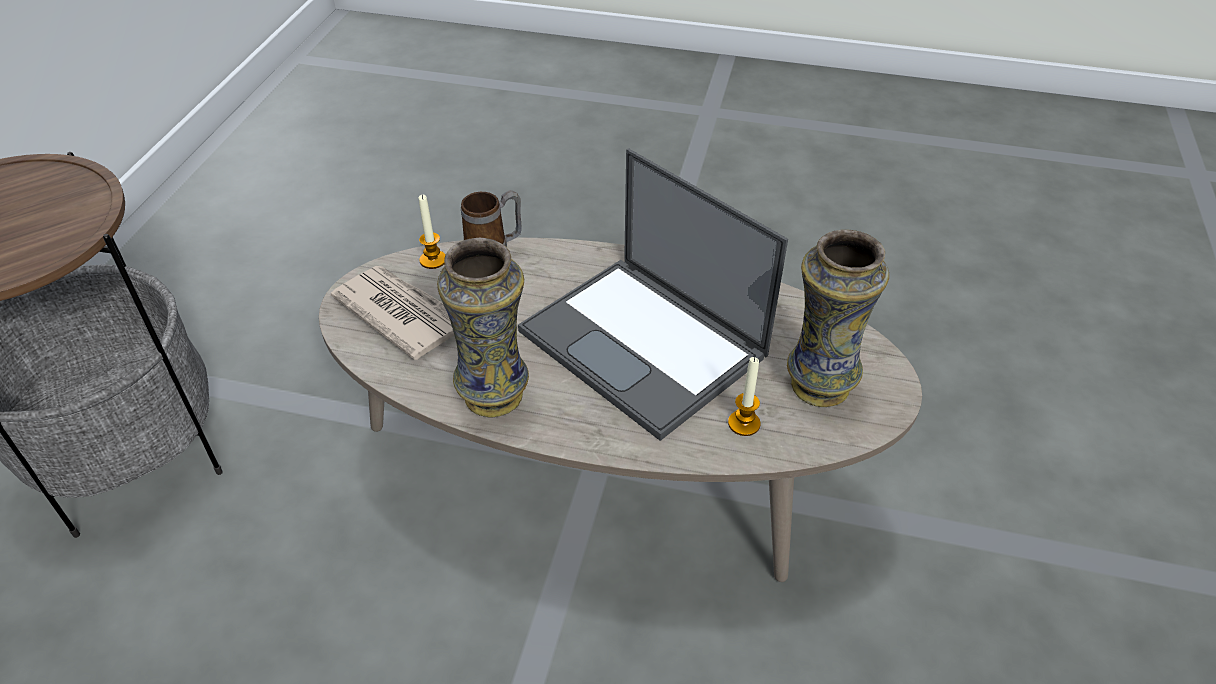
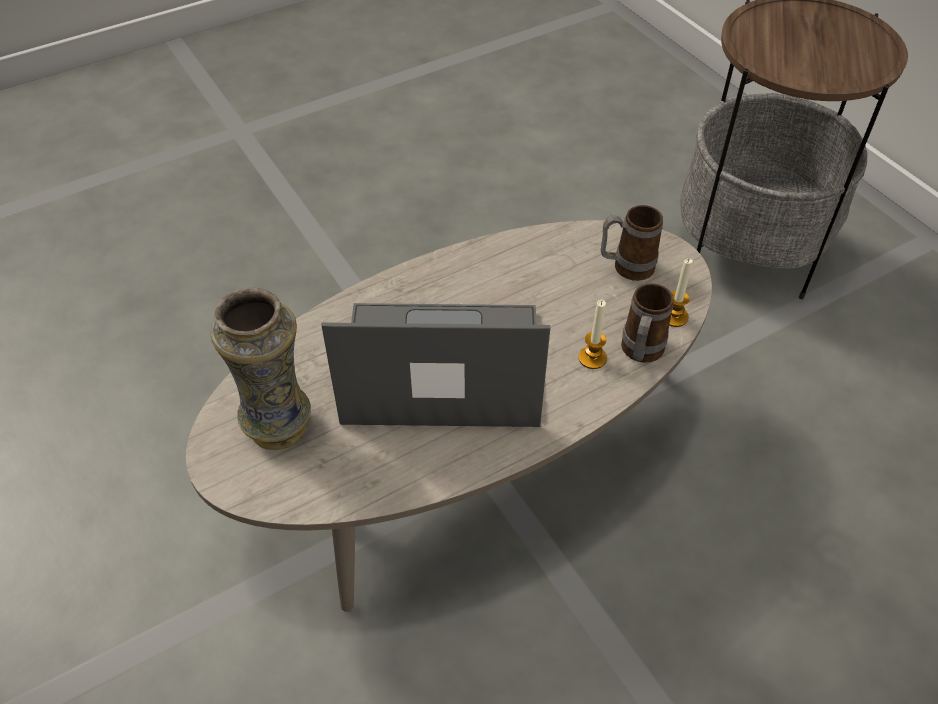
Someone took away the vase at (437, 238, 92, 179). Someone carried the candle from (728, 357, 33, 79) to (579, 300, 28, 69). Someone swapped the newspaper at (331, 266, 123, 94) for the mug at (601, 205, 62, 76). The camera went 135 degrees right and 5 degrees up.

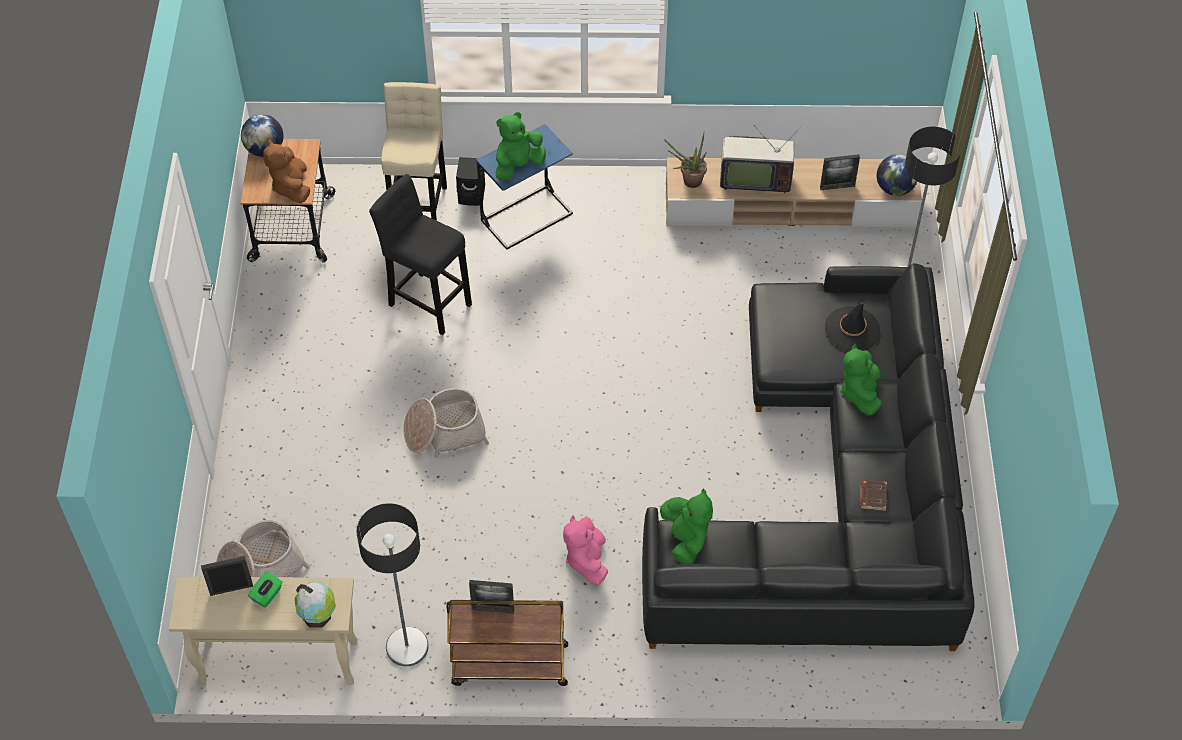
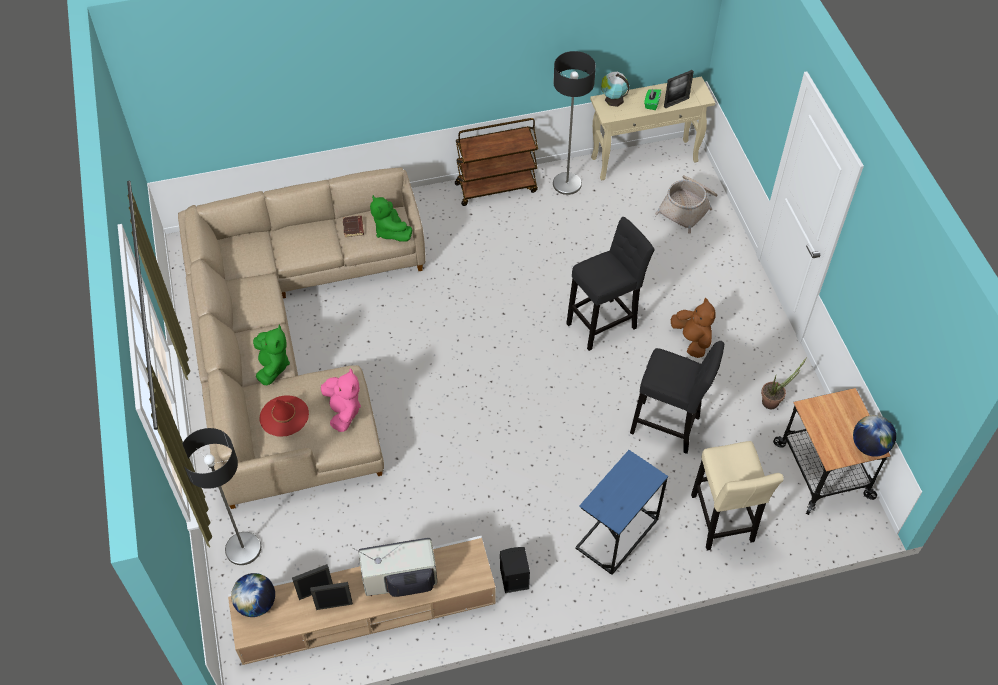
Someone took away the plush toy (green) at (496, 112, 50, 68). Someone carried the plush toy (brown) from (263, 139, 47, 64) to (671, 298, 45, 60). Someone carried the speaker (black) from (456, 157, 29, 49) to (500, 547, 30, 46). Someone carried the picture frame from (469, 580, 45, 33) to (310, 582, 43, 28). Someone carried the plush toy (pink) from (563, 515, 45, 70) to (321, 368, 40, 64). Someone carried the potted plant from (664, 133, 43, 55) to (761, 357, 46, 52). Someone carried the book (brown) from (860, 480, 27, 31) to (343, 216, 21, 21). Someone swapped the basket at (404, 388, 85, 70) for the stool (black) at (566, 217, 89, 134). Someone repainted the sofa (black) at (642, 263, 333, 388), which became the sofa (beige) at (178, 167, 248, 342). Someone repainted the hat (black) at (825, 302, 56, 49), which became the hat (red) at (259, 395, 50, 41). The camera went 165 degrees right and 0 degrees up.

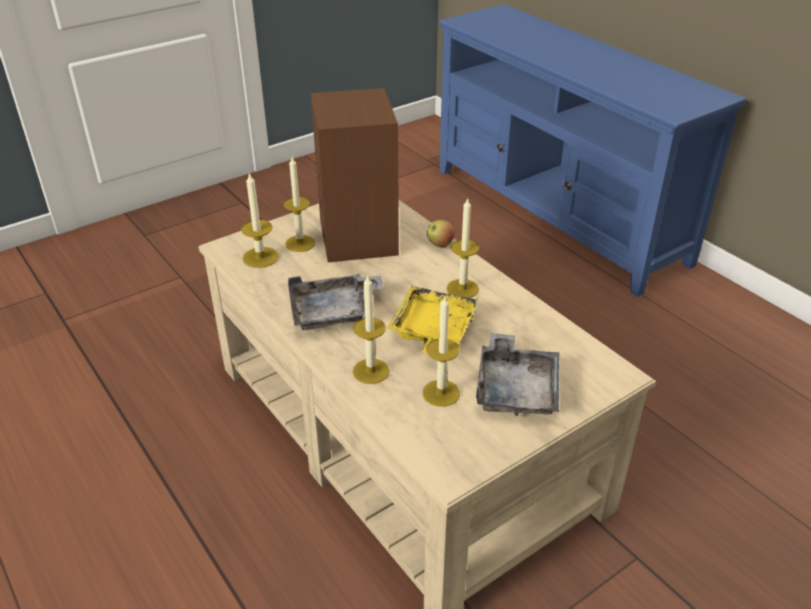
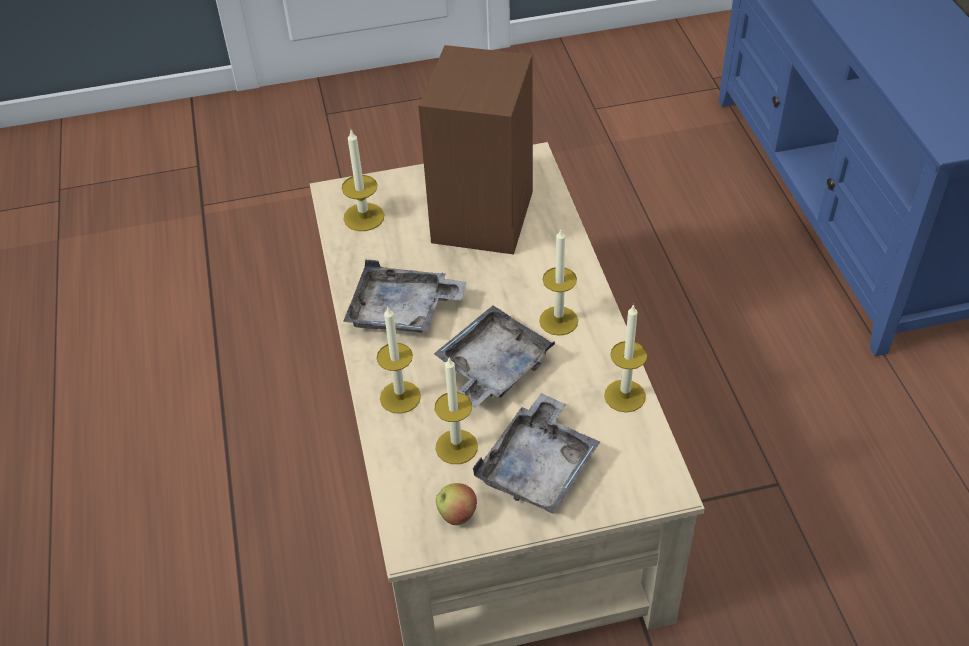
Someone carried the candle from (283, 157, 32, 95) to (604, 304, 43, 109). Someone carried the apple from (427, 220, 28, 27) to (436, 483, 41, 42). Someone repainted the tray (yellow) at (387, 286, 92, 67), which became the tray (grey) at (434, 306, 121, 102). The camera went 25 degrees right and 10 degrees up.

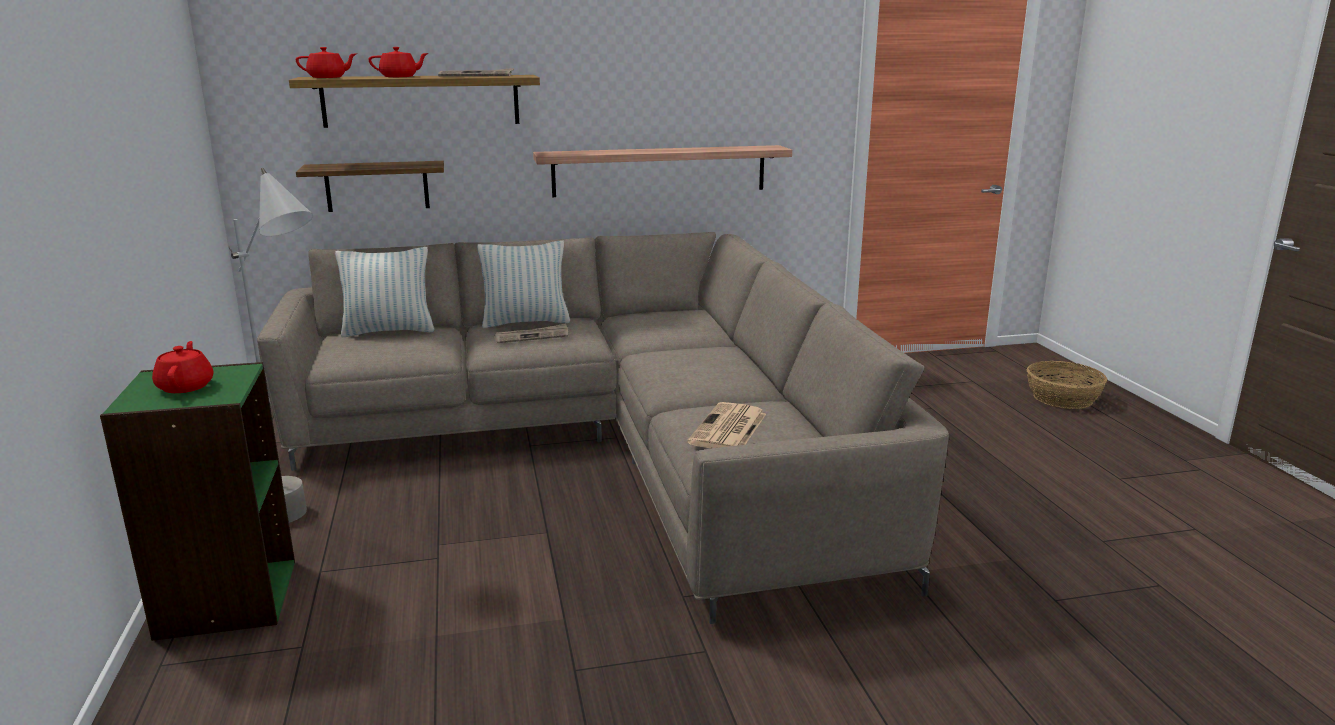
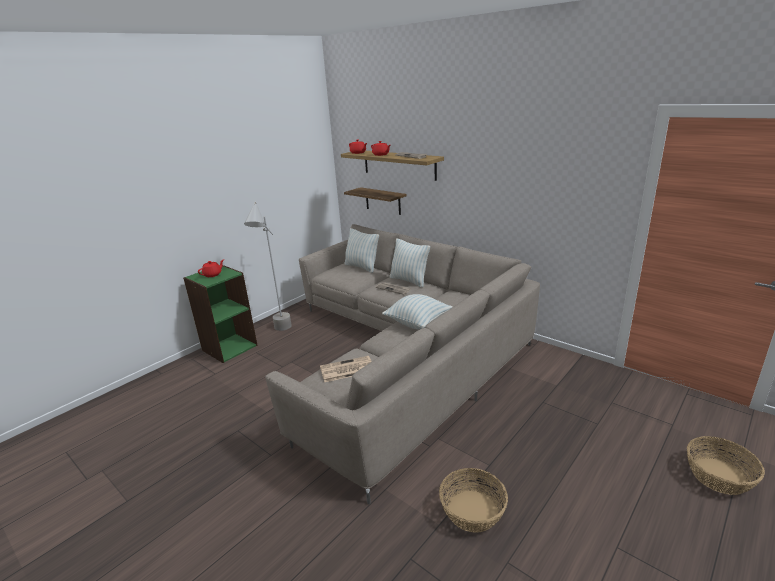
Someone took away the shelf at (533, 145, 259, 52). Someone put down the pillow at (382, 294, 71, 36). Someone put down the basket at (439, 468, 69, 64). The camera went 55 degrees right and 5 degrees up.

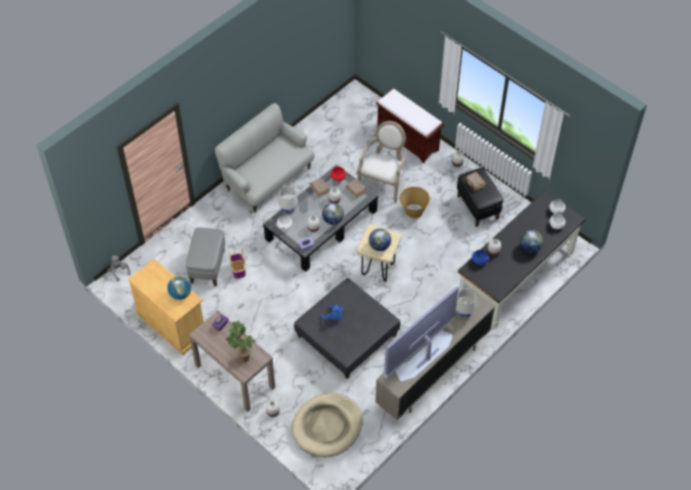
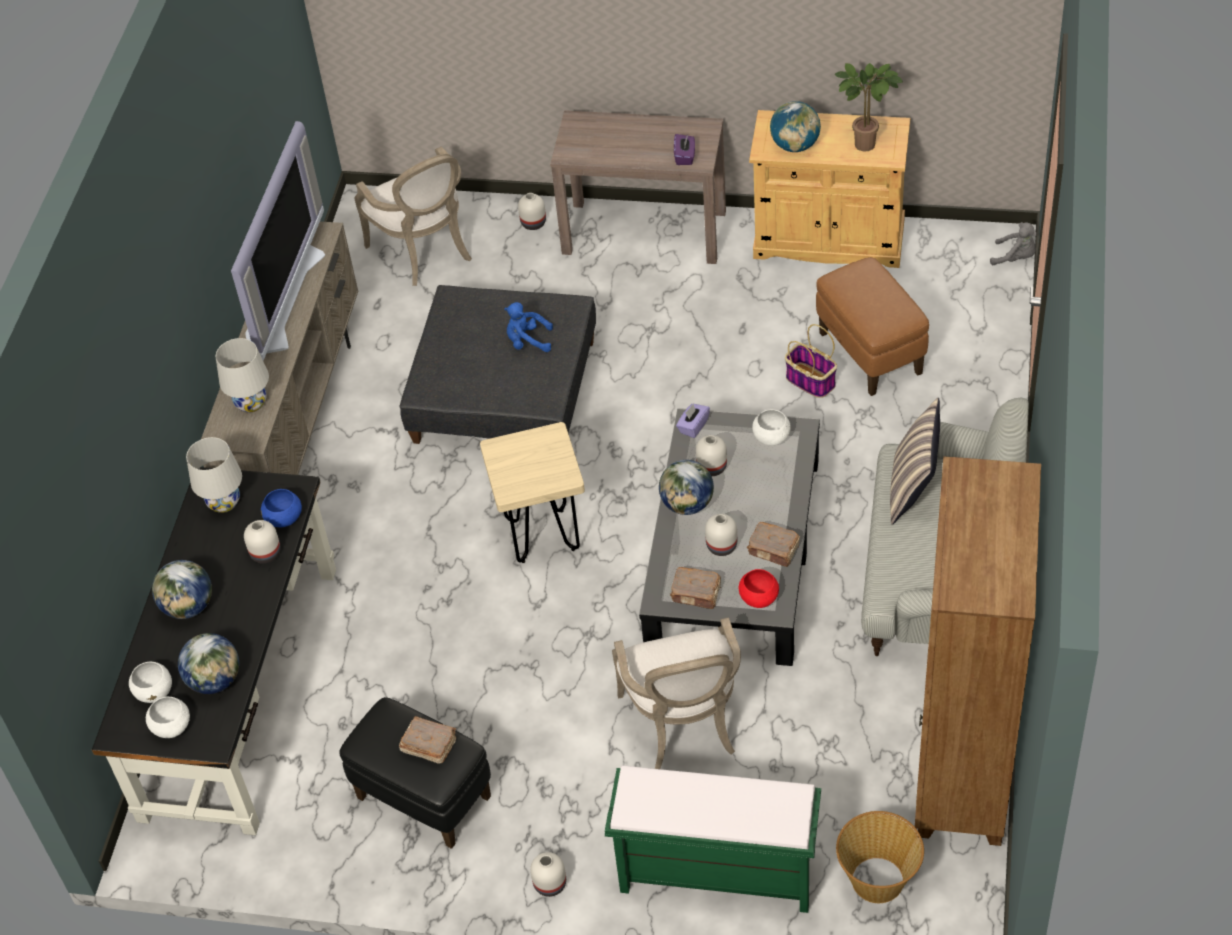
Someone put down the pillow at (890, 398, 50, 127). Someone put down the bookcase (brown) at (915, 456, 126, 390). Someone carried the potted plant from (225, 321, 31, 41) to (835, 63, 68, 88). Someone carried the table lamp (white) from (278, 186, 20, 28) to (186, 437, 56, 76). Someone carried the globe from (369, 228, 22, 23) to (178, 633, 61, 61). Someone carried the basket from (400, 187, 30, 31) to (836, 811, 88, 92). Someone swapped the dog bed (beige) at (292, 393, 71, 64) for the armchair at (354, 146, 118, 140). Someone repainted the ottoman (grey) at (186, 228, 39, 58), which became the ottoman (brown) at (816, 257, 113, 139). Someone repainted the bench (brown) at (376, 88, 68, 75), which became the bench (green) at (605, 765, 216, 148). The camera went 150 degrees right and 5 degrees down.

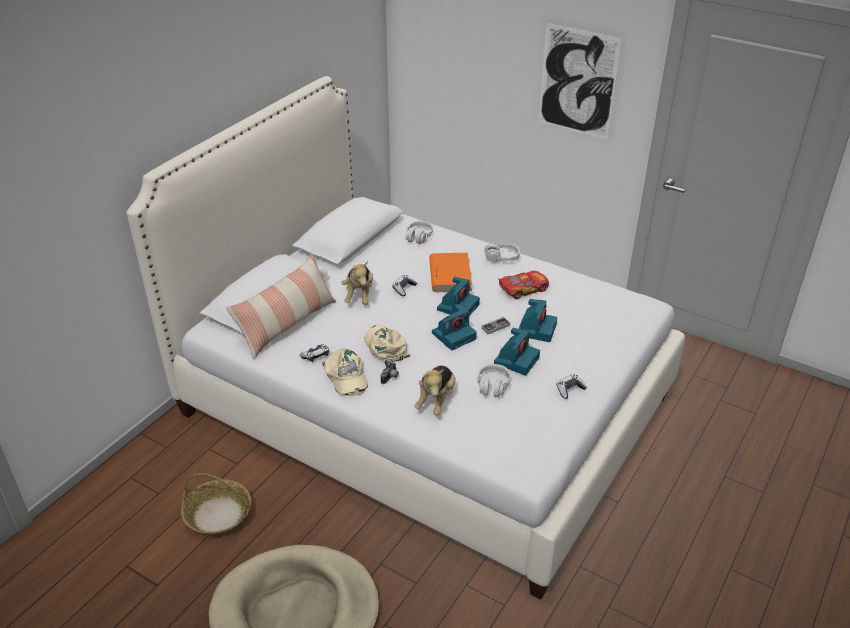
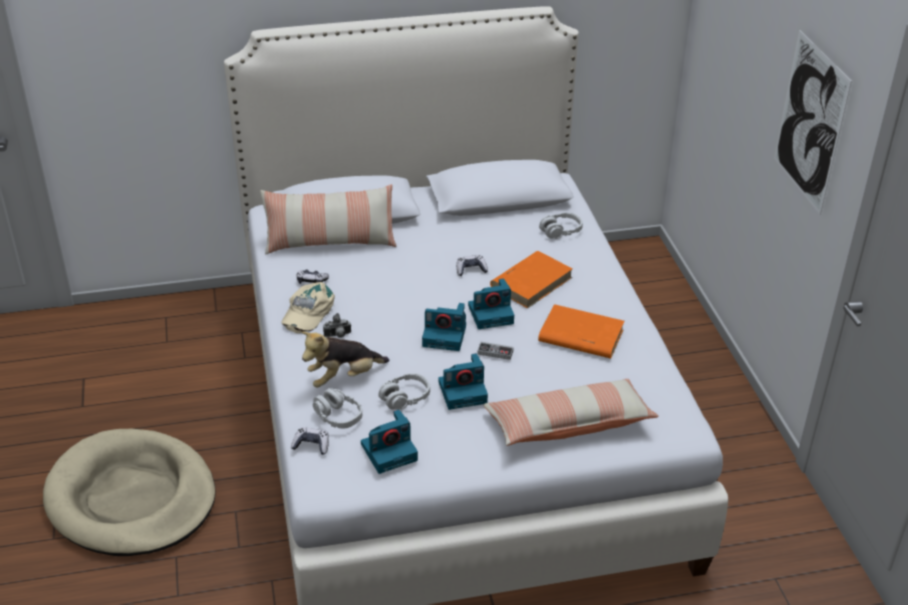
Someone took away the basket at (181, 473, 70, 63). Someone took away the plush toy at (342, 261, 31, 44). Someone took away the cap (beige) at (365, 325, 46, 37). Someone put down the pillow at (483, 379, 176, 67). Someone carried the headphones (grey) from (484, 243, 36, 20) to (313, 388, 49, 40). Someone carried the photo camera from (518, 299, 39, 43) to (361, 410, 57, 64). Someone carried the game controller from (556, 374, 31, 25) to (291, 427, 38, 28). Someone swapped the toy car at (498, 270, 51, 29) for the book (orange) at (538, 304, 86, 55). The camera went 45 degrees right and 0 degrees up.

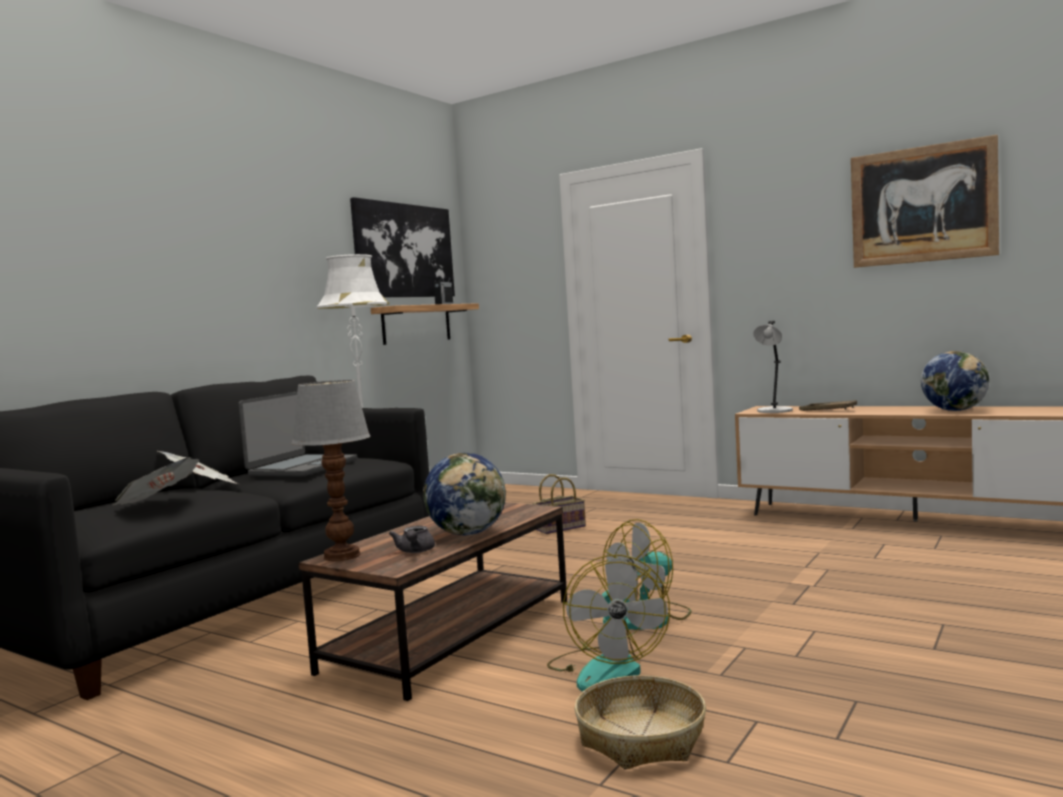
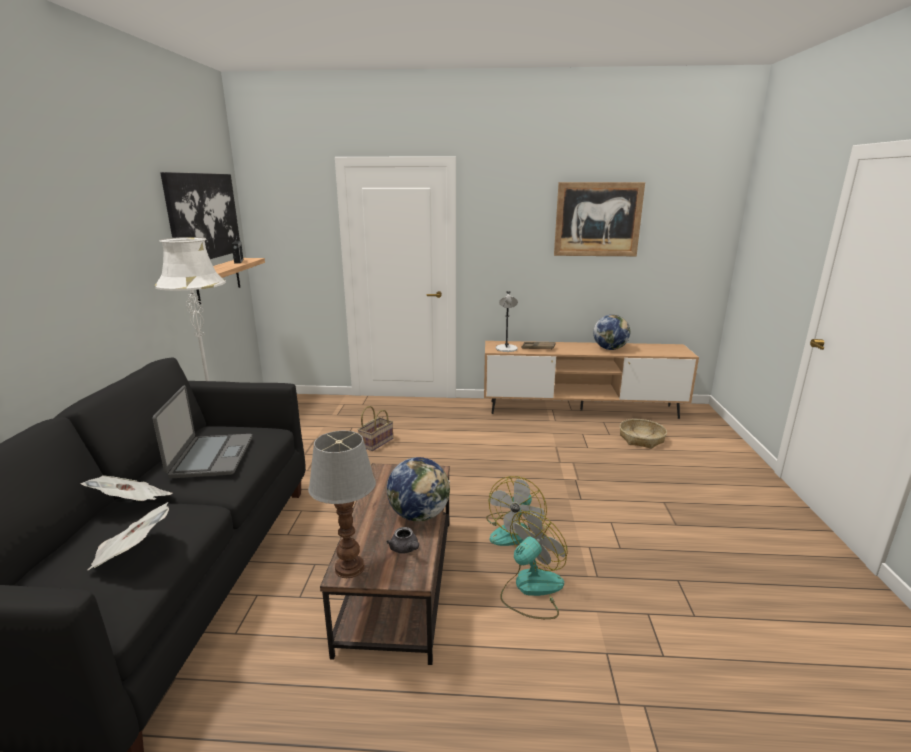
Someone carried the basket from (574, 675, 132, 94) to (620, 419, 47, 30). Someone rotated the fan at (547, 555, 123, 137) by 105 degrees counterclockwise. The camera went 30 degrees left and 15 degrees up.

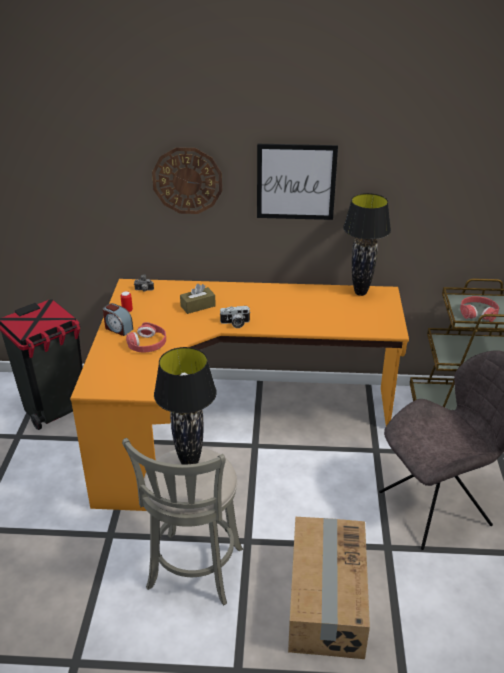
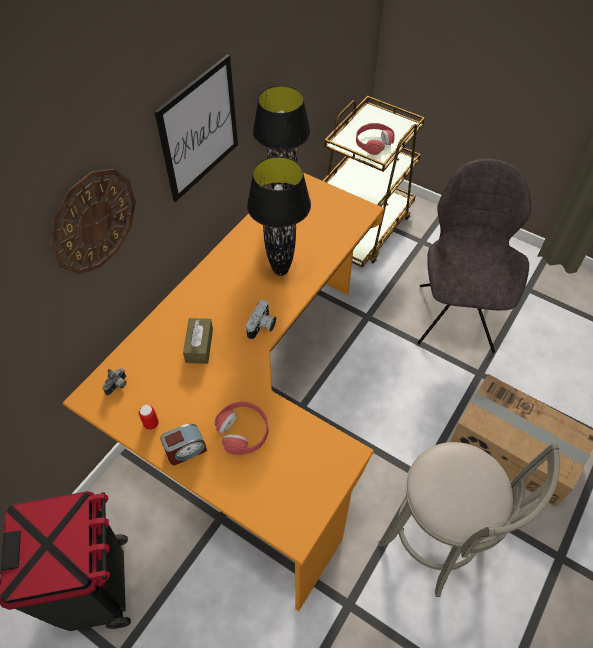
Someone carried the table lamp (black) from (154, 347, 63, 118) to (247, 156, 64, 120). The camera went 60 degrees left and 20 degrees up.

